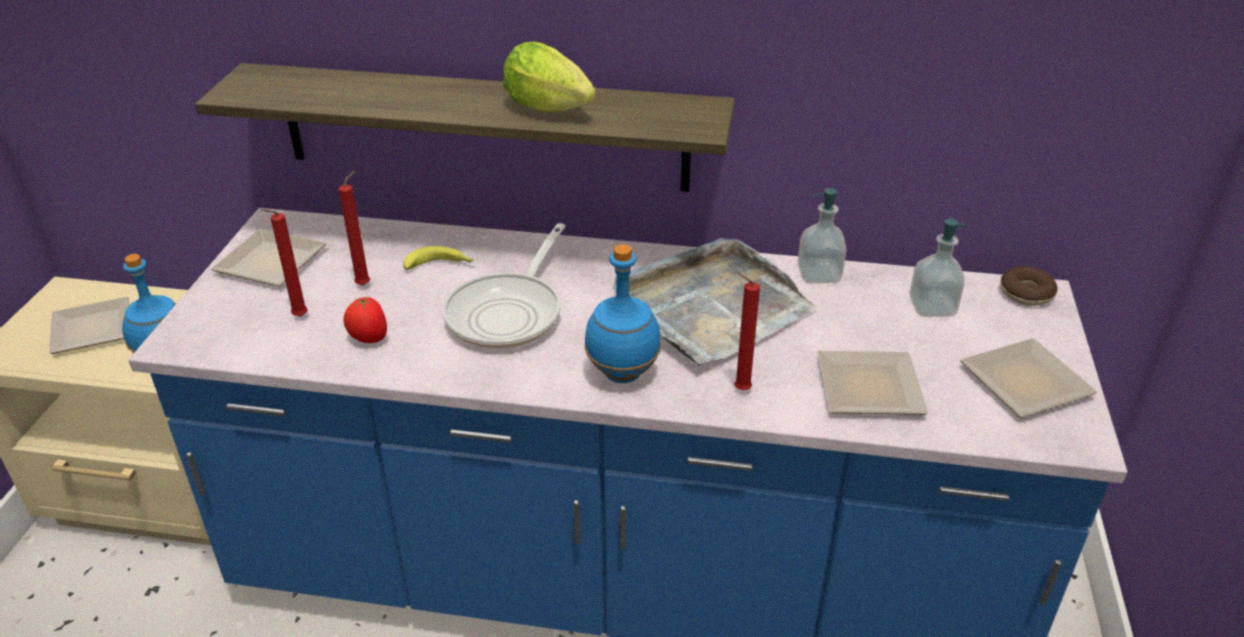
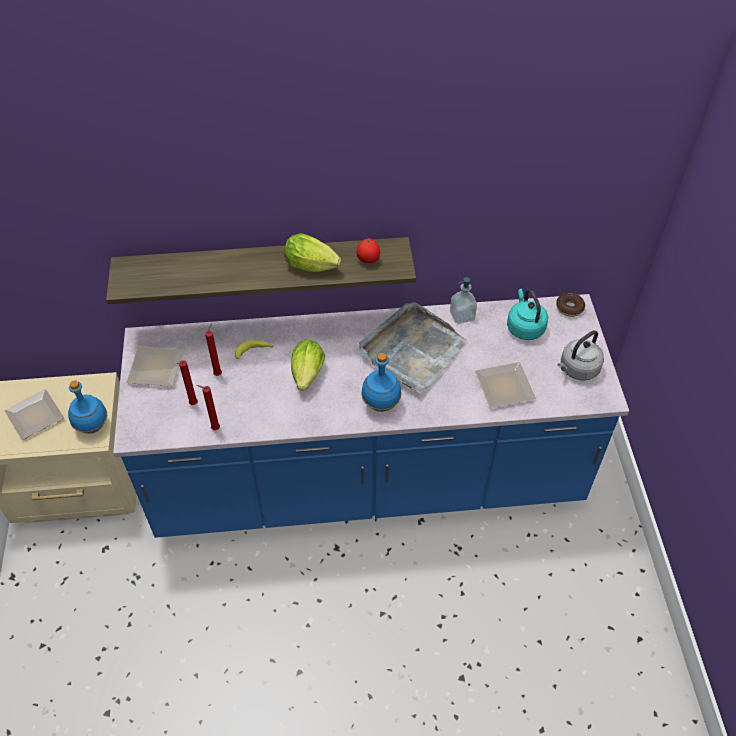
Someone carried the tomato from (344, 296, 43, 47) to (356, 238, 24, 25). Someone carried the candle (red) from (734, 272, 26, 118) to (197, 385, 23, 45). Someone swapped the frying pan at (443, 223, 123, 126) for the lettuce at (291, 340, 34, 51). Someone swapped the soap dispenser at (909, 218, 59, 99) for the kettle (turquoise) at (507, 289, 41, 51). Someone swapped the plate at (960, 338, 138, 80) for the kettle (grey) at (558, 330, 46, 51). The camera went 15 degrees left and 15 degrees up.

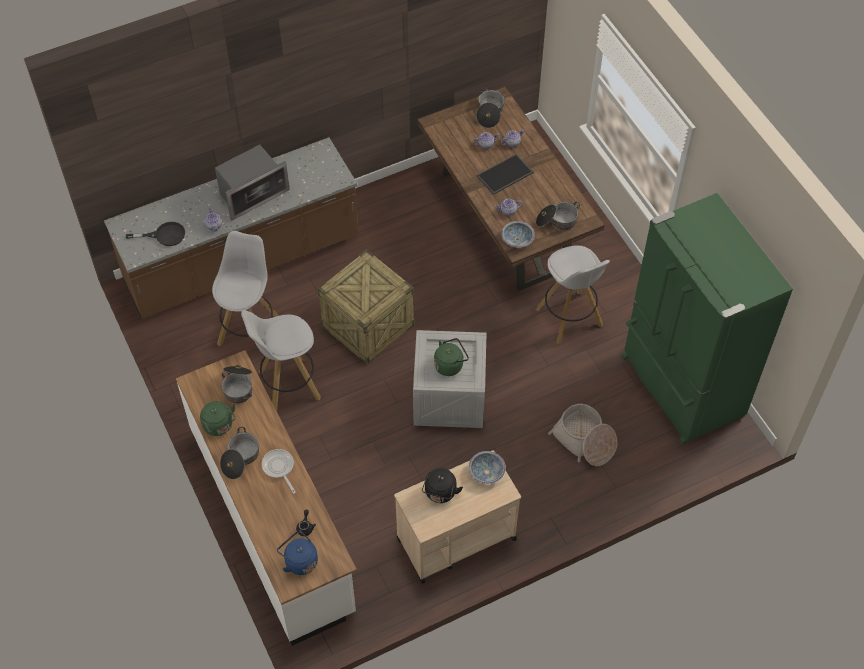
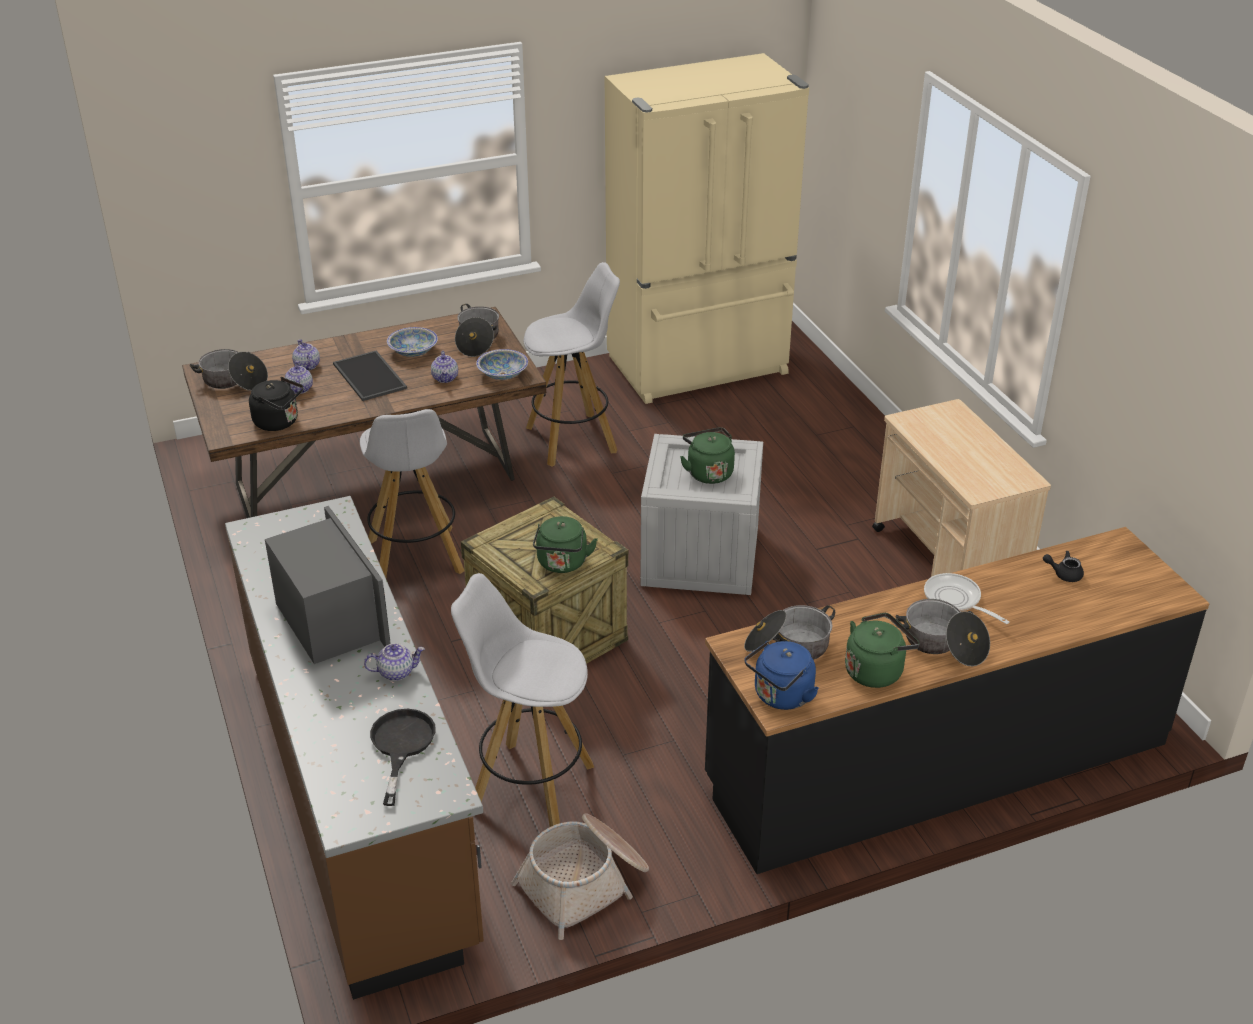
Someone put down the kettle (green) at (533, 516, 65, 57). Someone carried the stool (white) from (241, 310, 80, 101) to (360, 409, 104, 168). Someone carried the kettle (blue) from (277, 530, 41, 45) to (744, 641, 75, 69). Someone carried the kettle (black) from (422, 468, 41, 35) to (249, 377, 54, 54). Someone carried the bowl from (469, 451, 37, 33) to (387, 327, 51, 30). Someone carried the basket from (548, 404, 69, 62) to (511, 813, 138, 127). Someone repainted the counter (white) at (176, 350, 181, 296), which became the counter (black) at (705, 527, 504, 347). Someone repainted the fridge (green) at (621, 193, 172, 252), which became the fridge (beige) at (605, 53, 204, 351). Someone rotated the frying pan at (262, 449, 34, 45) by 75 degrees clockwise. The camera went 85 degrees left and 20 degrees down.

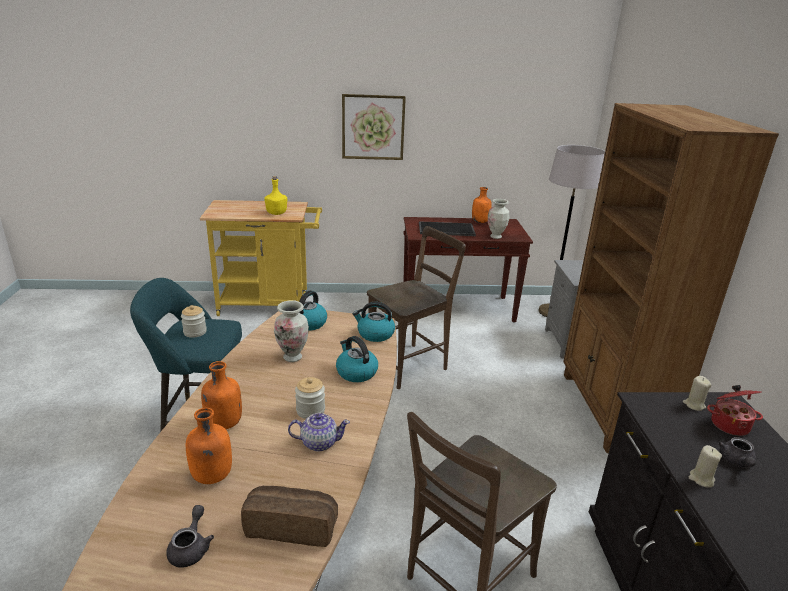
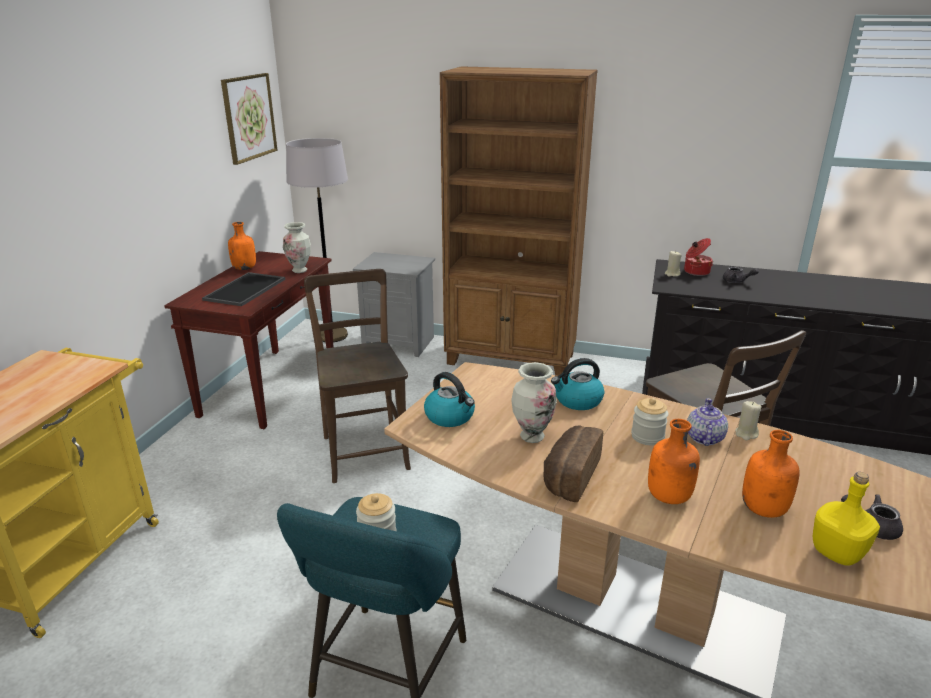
Someone took away the kettle at (352, 302, 43, 40). Someone carried the bread from (241, 486, 97, 61) to (544, 426, 59, 76). Someone carried the bottle (yellow) from (264, 176, 23, 39) to (813, 472, 67, 94). Someone carried the picture from (342, 94, 64, 66) to (221, 73, 57, 92). Someone carried the candle (beige) from (689, 445, 33, 43) to (735, 401, 27, 39). The camera went 70 degrees left and 0 degrees up.

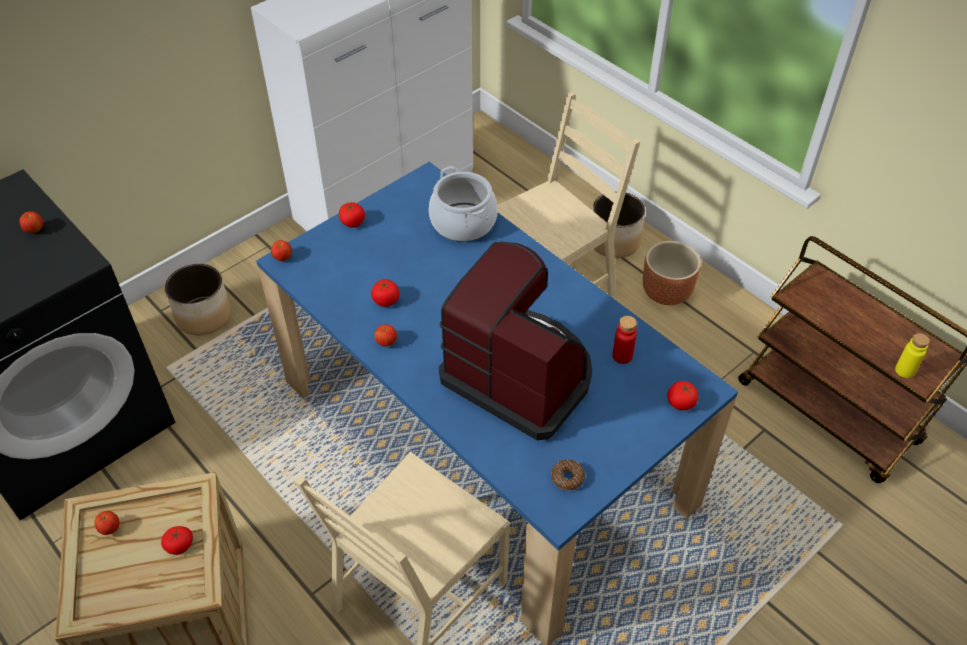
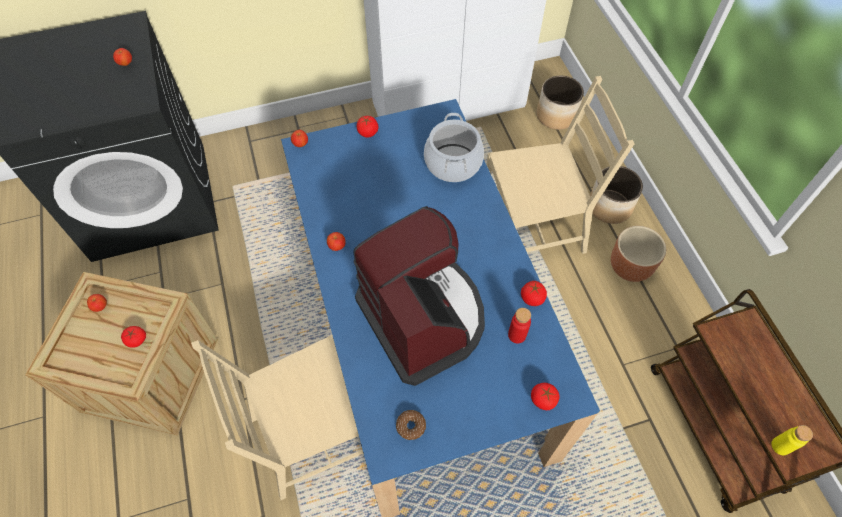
Someone carried the planter from (165, 264, 66, 71) to (537, 76, 47, 54). Someone carried the tomato from (371, 279, 28, 28) to (521, 281, 26, 25). The camera went 25 degrees right and 10 degrees up.

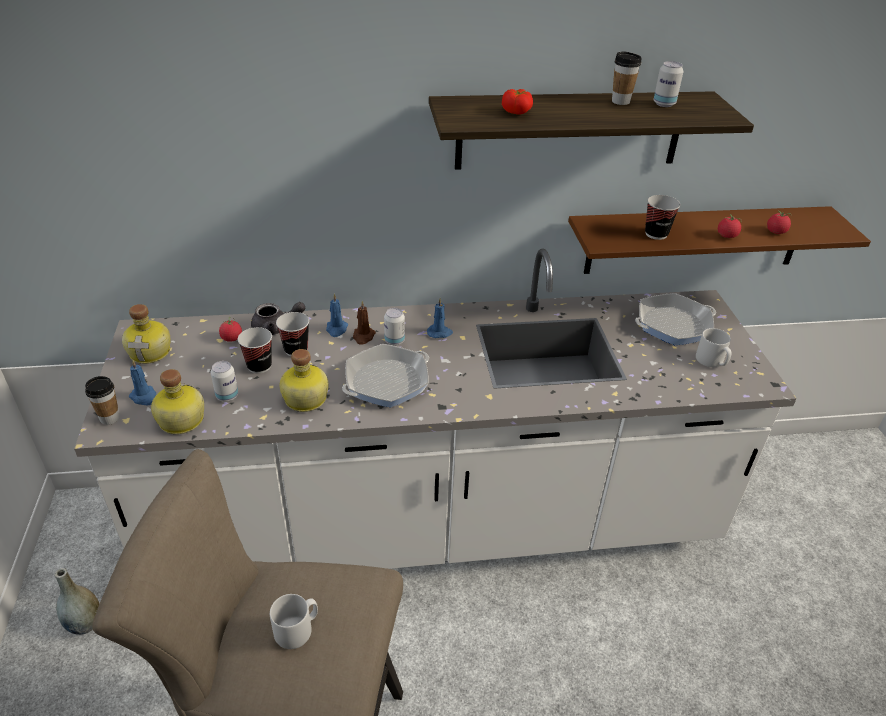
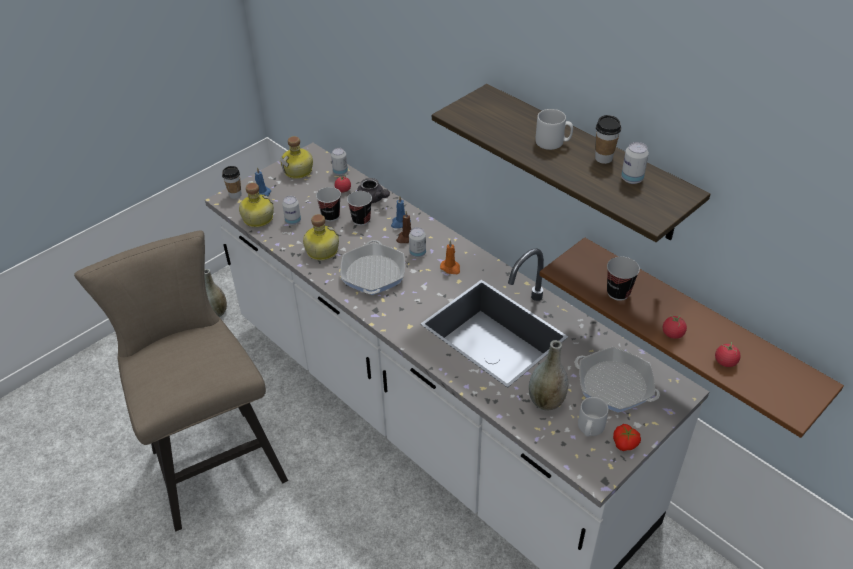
Someone put down the can at (331, 148, 17, 28). Someone put down the vase (grey) at (529, 340, 39, 71). Someone carried the mug (grey) from (270, 594, 48, 55) to (535, 109, 38, 41). Someone carried the tomato from (502, 89, 31, 26) to (613, 424, 28, 27). Someone repainted the candle (blue) at (427, 298, 26, 40), which became the candle (orange) at (440, 240, 20, 34). Someone rotated the frying pan at (342, 344, 87, 64) by 75 degrees clockwise. The camera went 55 degrees right and 5 degrees up.

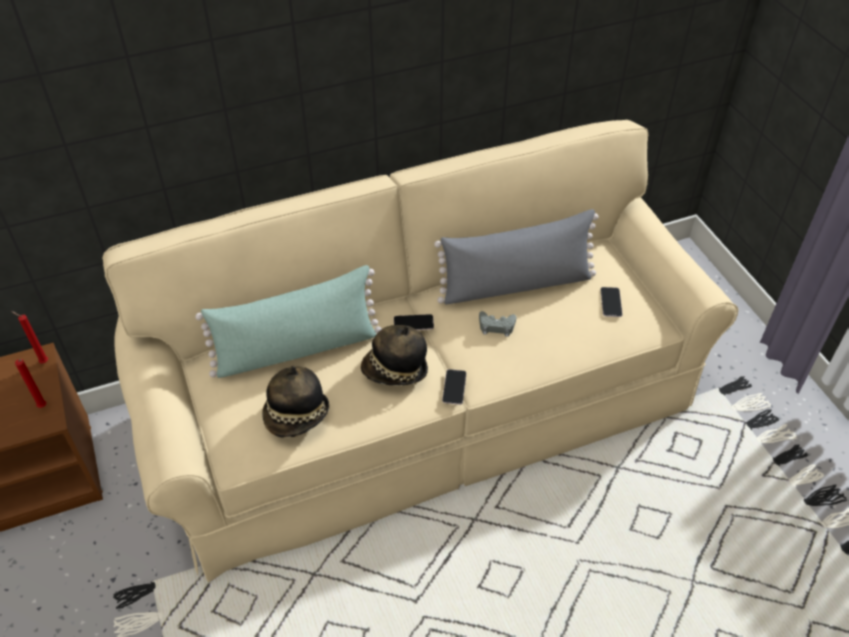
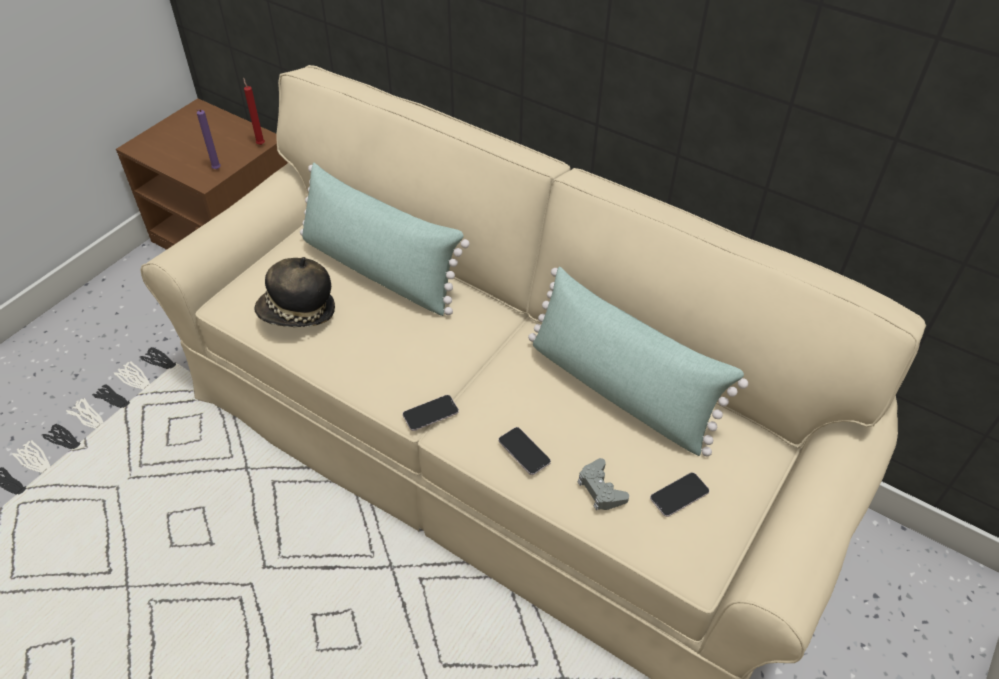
Someone took away the hat at (361, 325, 67, 61). Someone carried the phone from (394, 314, 40, 16) to (498, 427, 53, 48). Someone carried the game controller (grey) from (479, 311, 37, 26) to (578, 458, 51, 52). Someone repainted the candle (red) at (15, 359, 31, 49), which became the candle (purple) at (196, 109, 25, 60). Someone repainted the pillow (grey) at (434, 209, 164, 95), which became the pillow (green) at (528, 267, 220, 189). The camera went 55 degrees right and 0 degrees up.

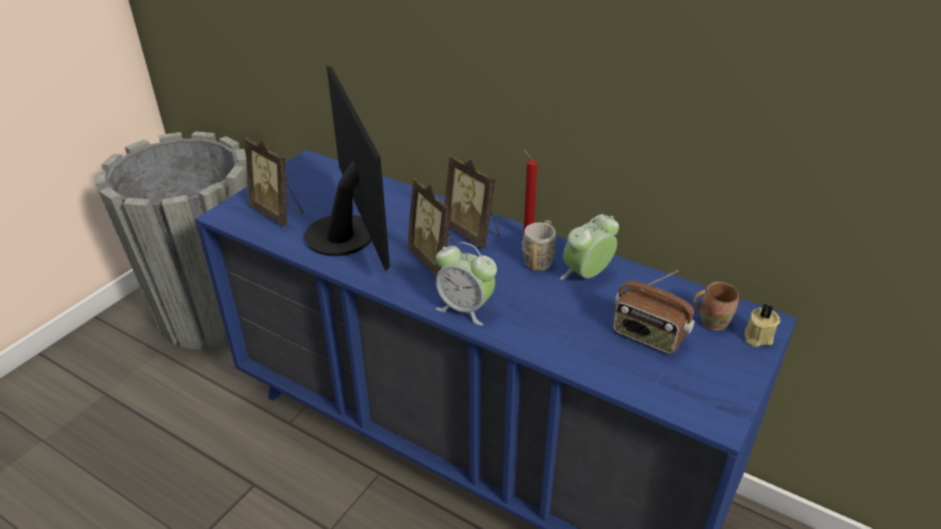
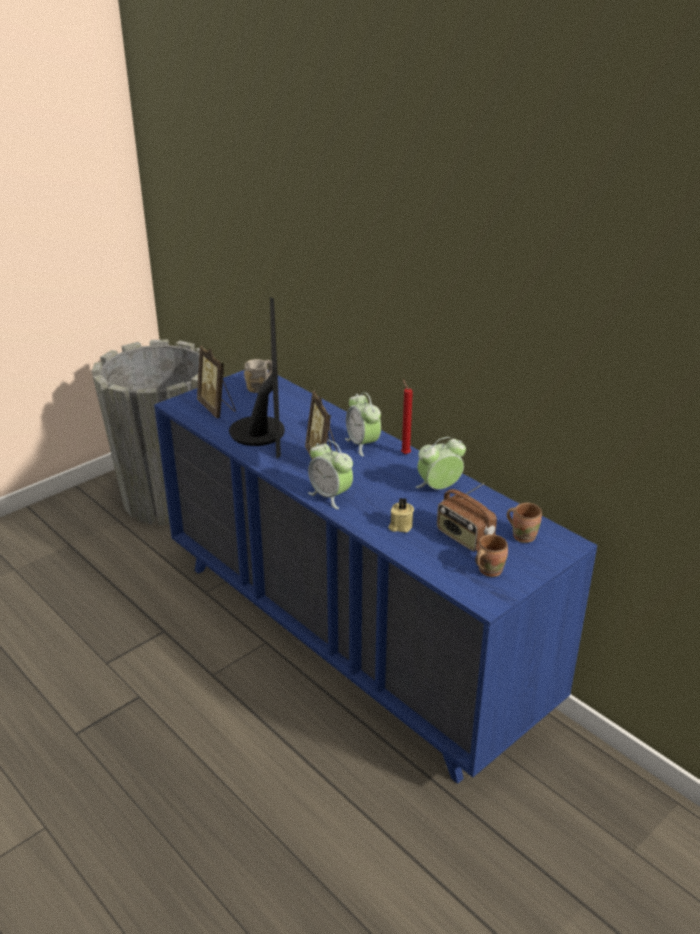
Someone put down the mug (brown) at (475, 534, 33, 43). Someone carried the mug (grey) from (522, 220, 34, 51) to (244, 359, 28, 34). Someone carried the candle (beige) from (744, 304, 36, 43) to (388, 498, 26, 35). Someone swapped the picture frame at (445, 155, 55, 94) for the alarm clock at (345, 392, 36, 64). The camera went 15 degrees right and 5 degrees down.

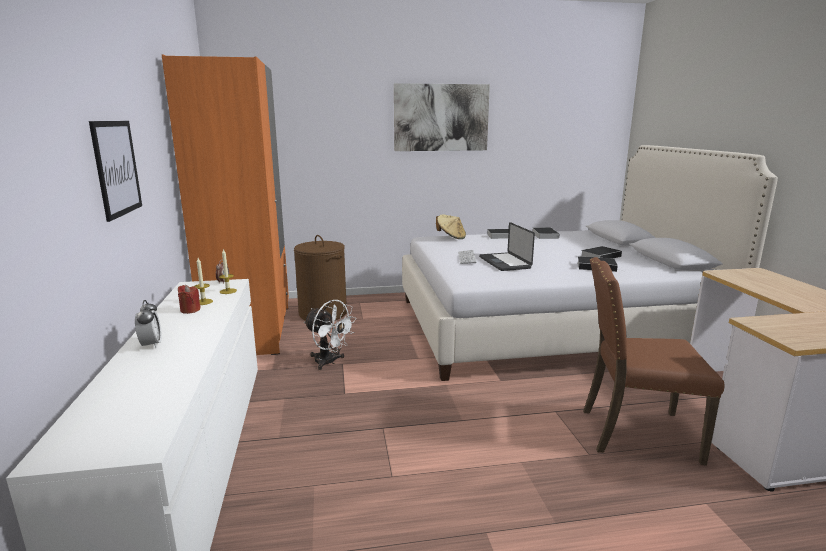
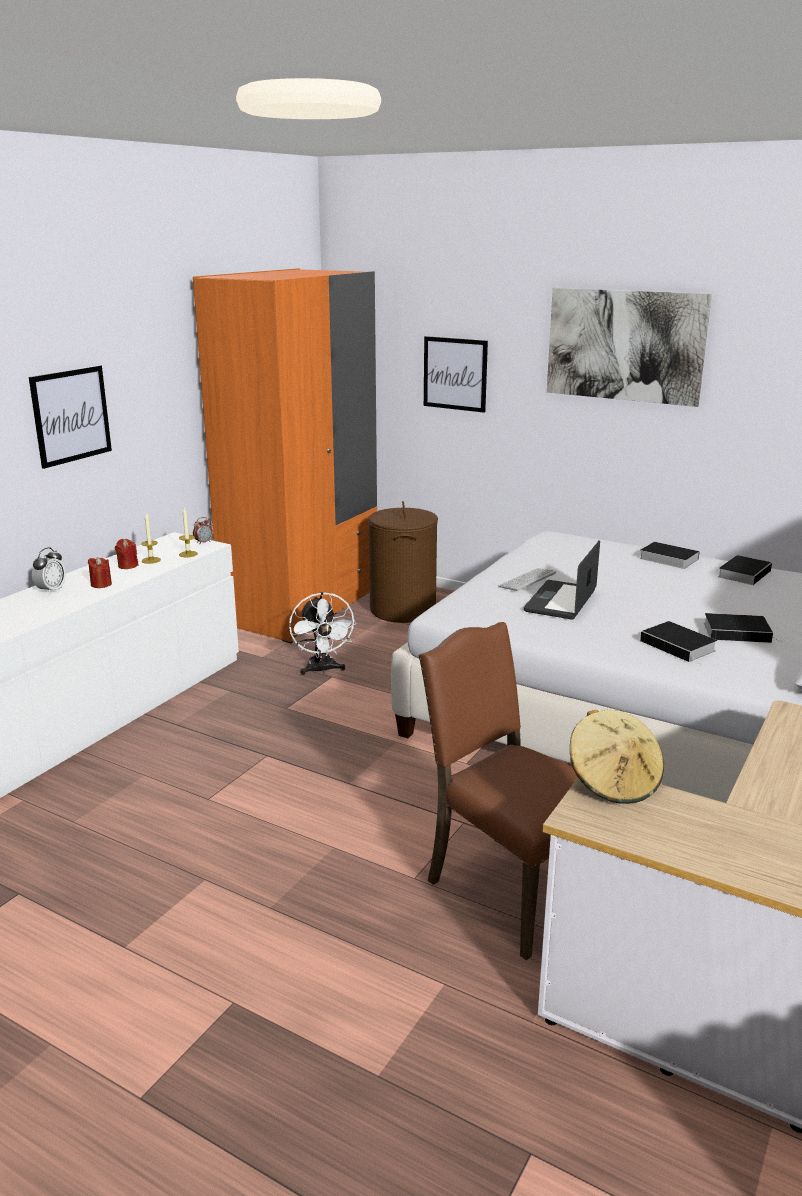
Someone put down the candle (red) at (88, 557, 24, 31). Someone put up the picture at (424, 336, 64, 77). Someone carried the hat (beige) from (436, 215, 30, 24) to (570, 710, 94, 94). The camera went 40 degrees right and 5 degrees up.

